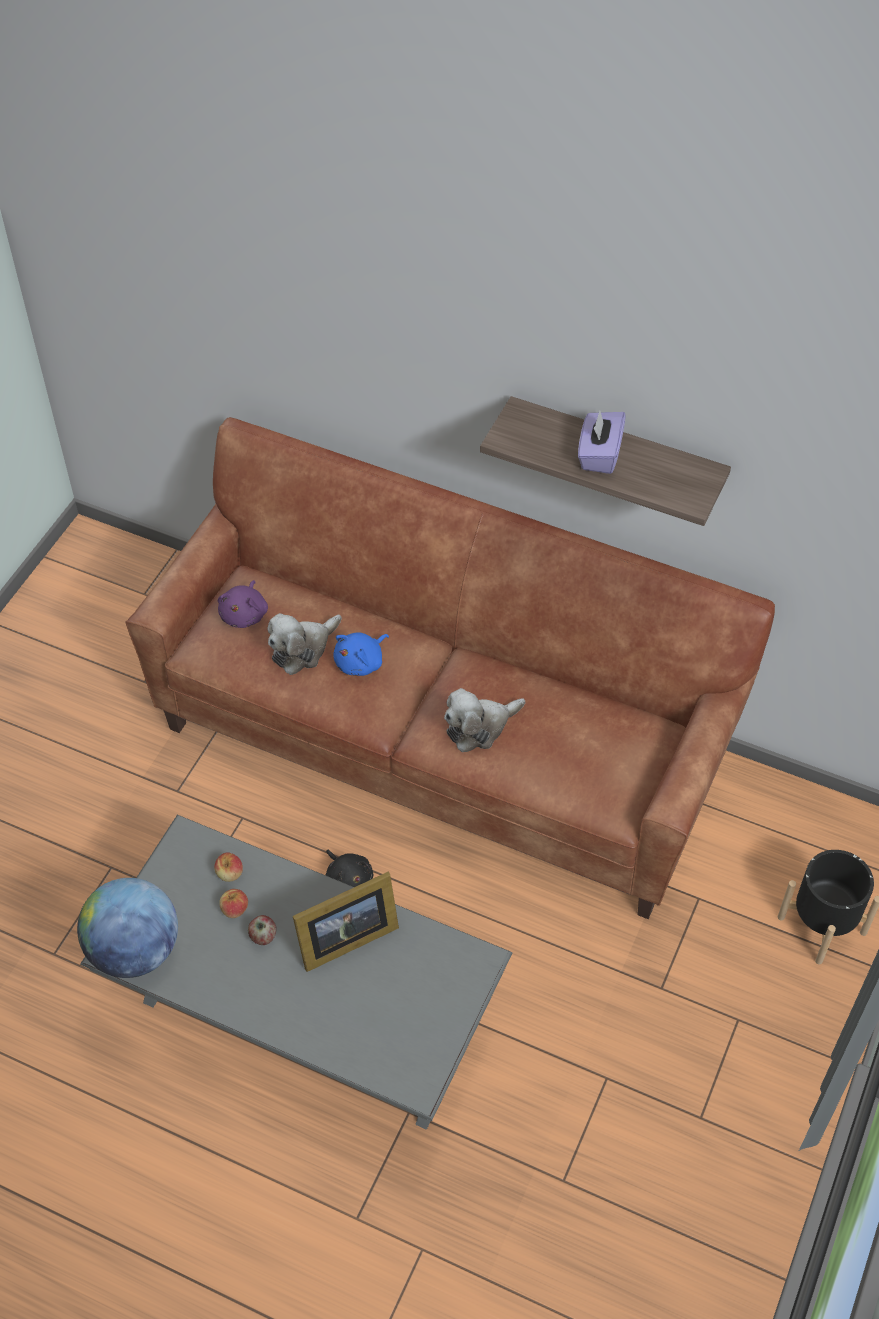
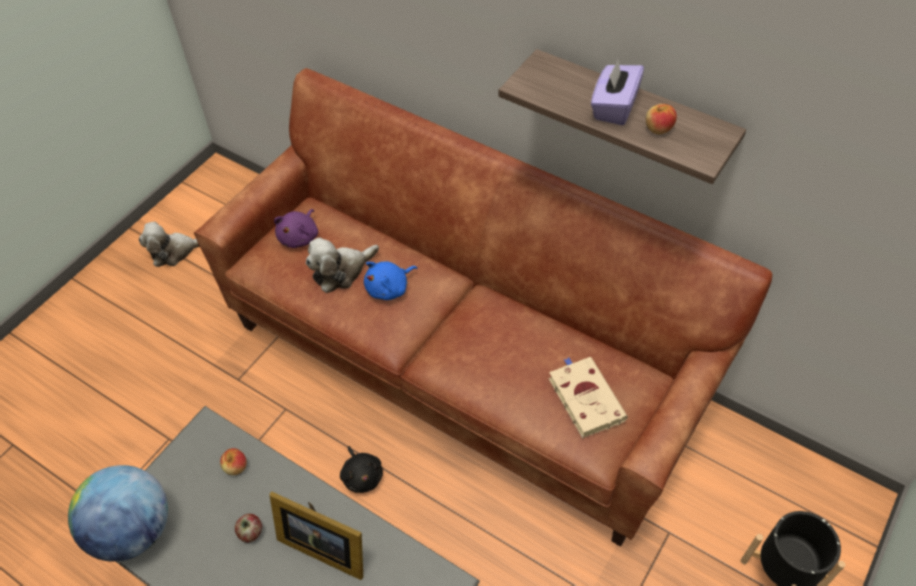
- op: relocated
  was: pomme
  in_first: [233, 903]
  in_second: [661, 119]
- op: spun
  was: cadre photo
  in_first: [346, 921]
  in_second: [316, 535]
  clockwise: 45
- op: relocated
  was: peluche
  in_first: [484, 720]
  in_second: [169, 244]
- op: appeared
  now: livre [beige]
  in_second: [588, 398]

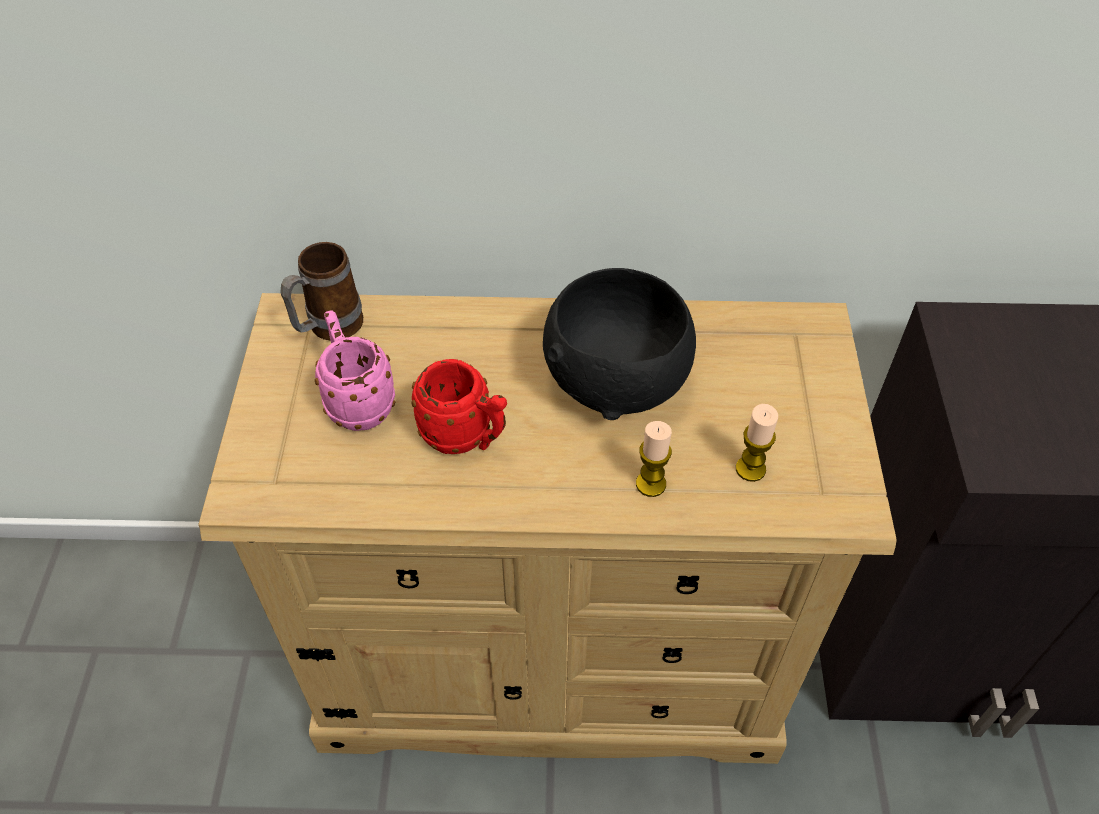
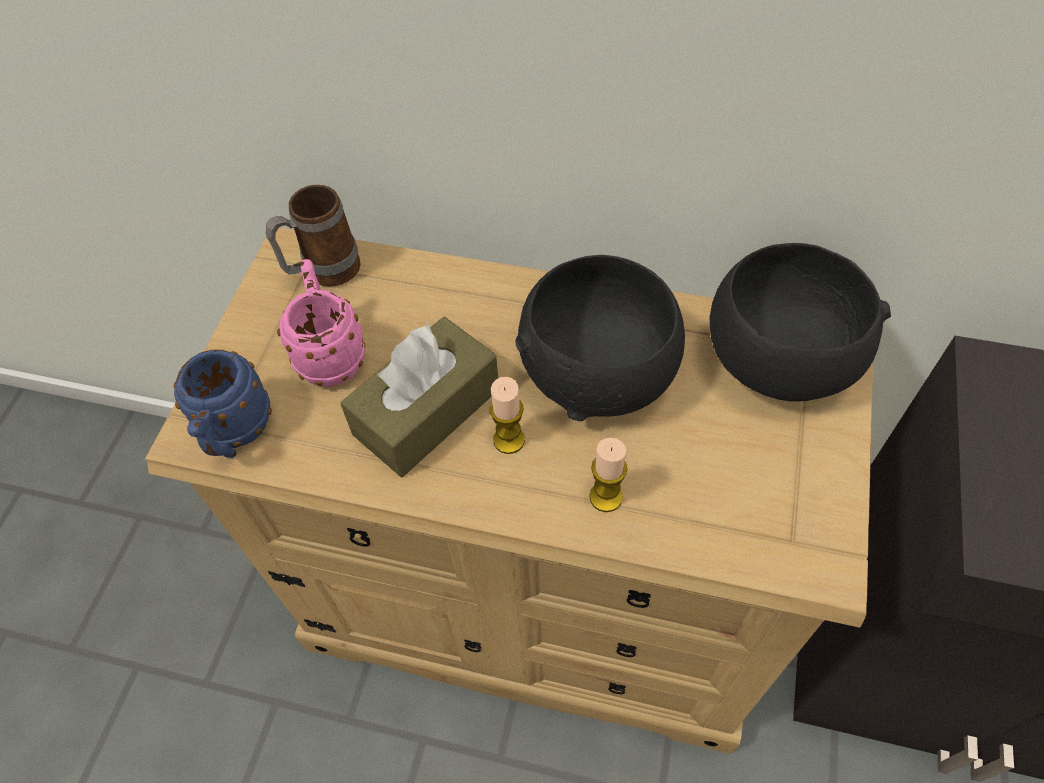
- op: exchanged
  was: mug [rouge]
  now: boîte à mouchoirs [marron]
  in_first: [459, 406]
  in_second: [419, 397]
- op: relocated
  was: bougie
  in_first: [757, 443]
  in_second: [507, 415]
- op: appeared
  now: mug [bleu]
  in_second: [223, 404]
- op: appeared
  now: bol [noir]
  in_second: [800, 322]

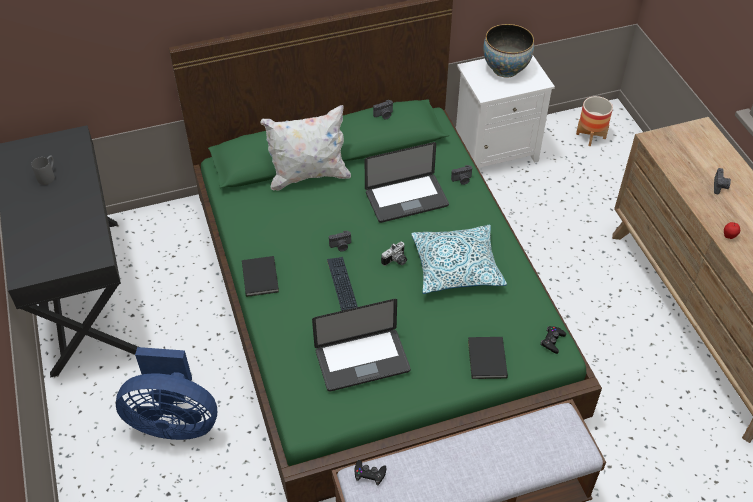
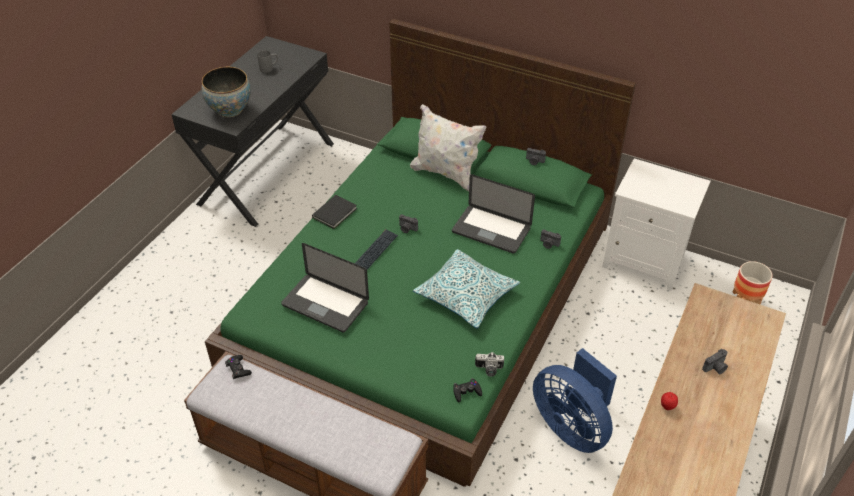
- op: relocated
  was: ventilateur [bleu]
  in_first: [166, 393]
  in_second: [575, 400]
- op: relocated
  was: appareil photo
  in_first: [394, 254]
  in_second: [489, 364]
- op: missing
  was: livre [noir]
  in_first: [488, 358]
- op: relocated
  was: bol
  in_first: [508, 51]
  in_second: [226, 92]

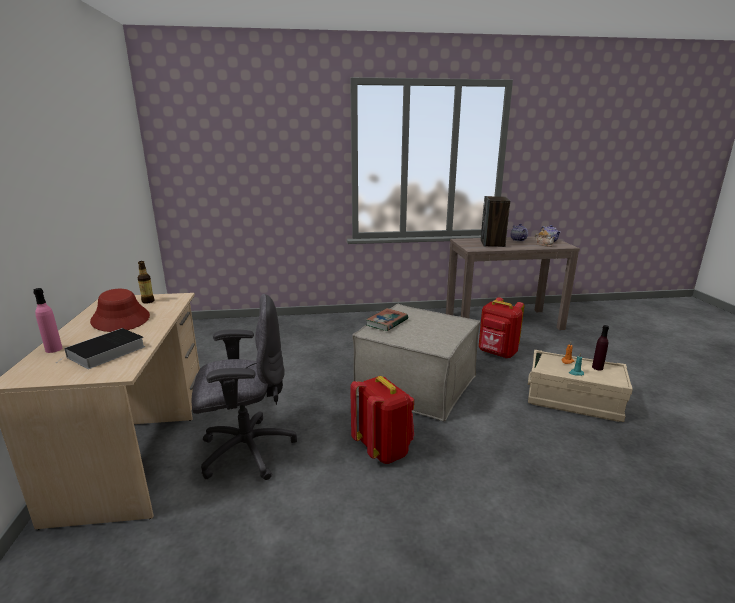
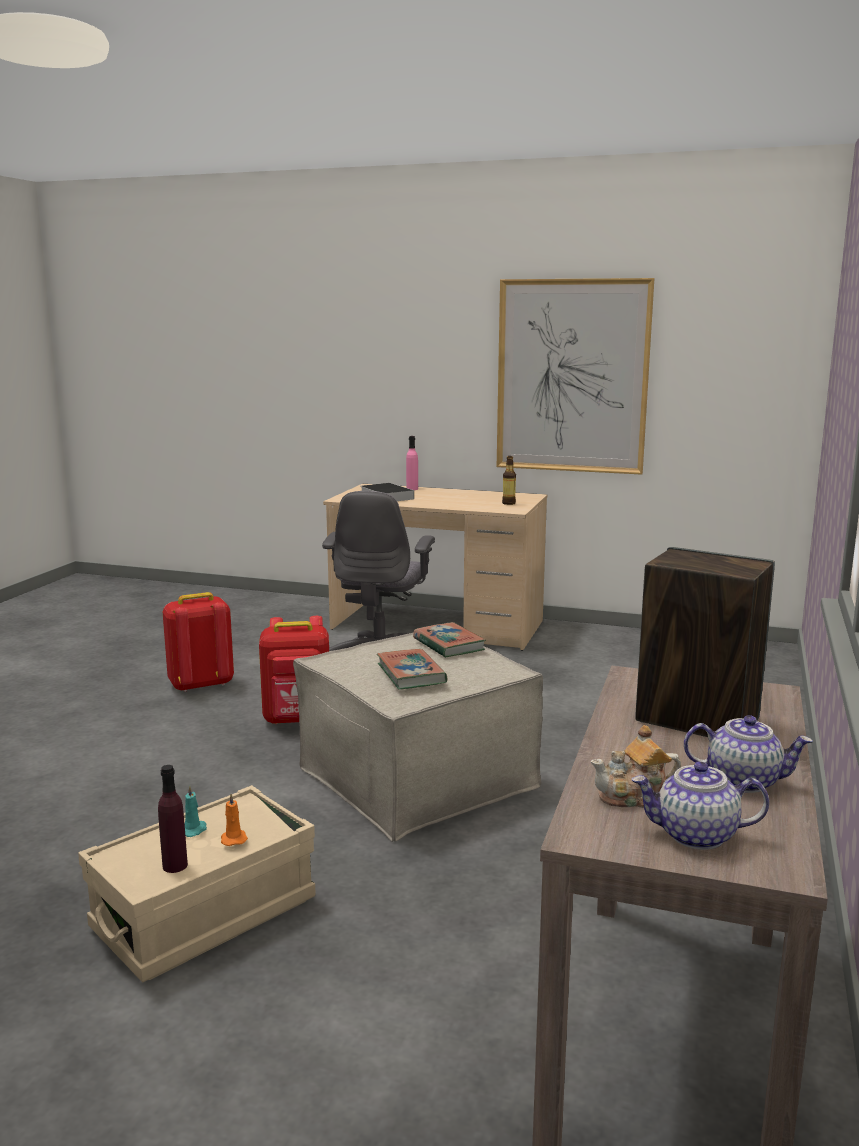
- op: missing
  was: chapeau [rouge]
  in_first: [120, 310]
- op: relocated
  was: sac à dos [rouge]
  in_first: [501, 327]
  in_second: [198, 642]
- op: appeared
  now: livre
  in_second: [412, 669]
- op: appeared
  now: tableau
  in_second: [575, 376]

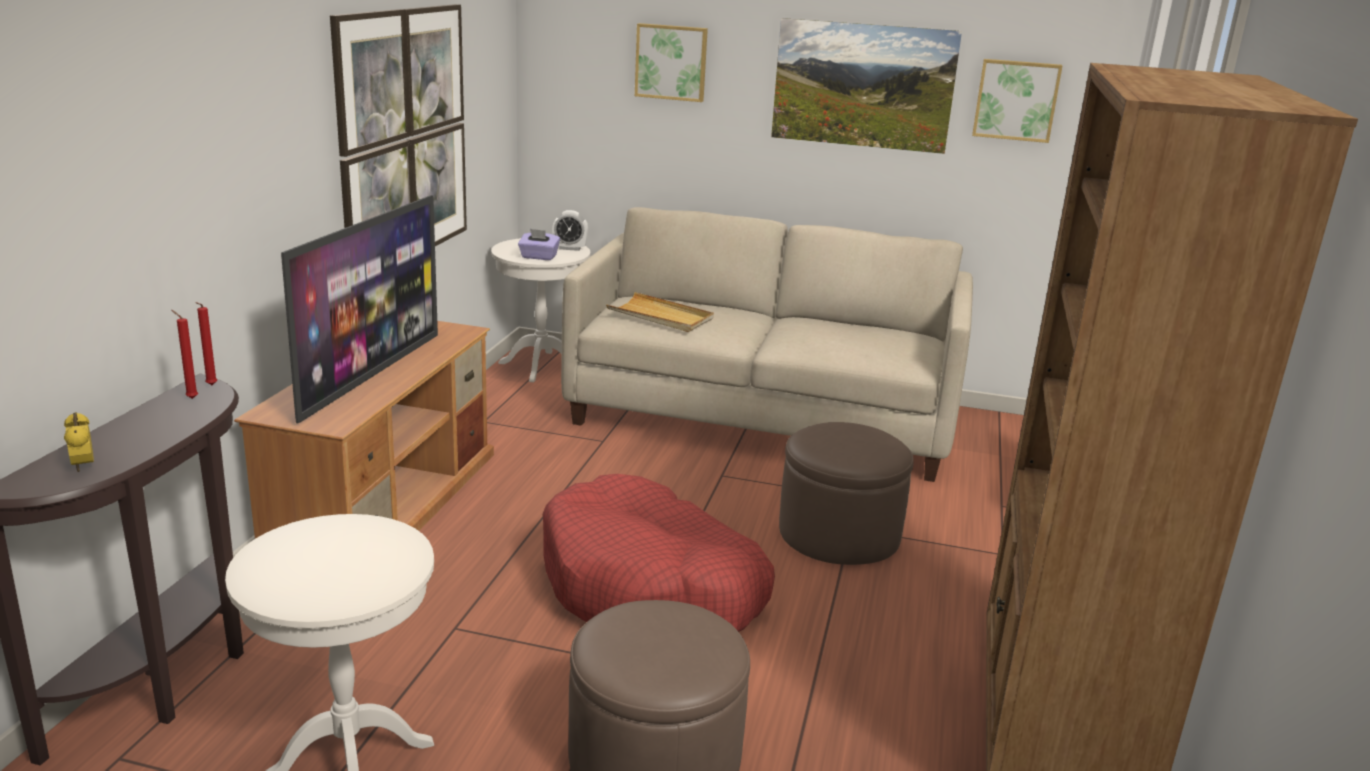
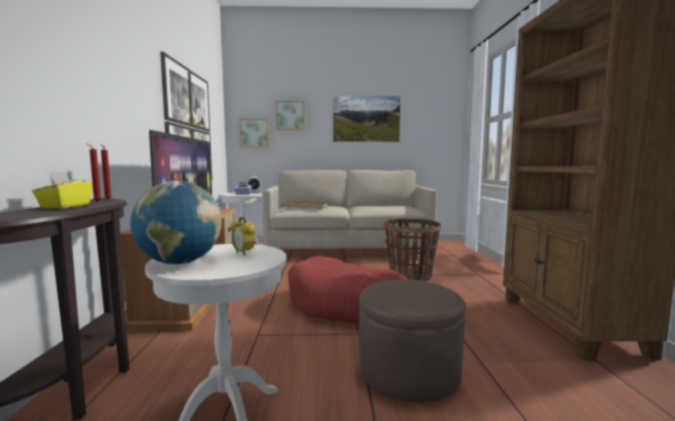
- op: relocated
  was: réveil
  in_first: [79, 442]
  in_second: [242, 236]
- op: exchanged
  was: pouf [marron]
  now: panier
  in_first: [846, 493]
  in_second: [412, 250]
- op: relocated
  was: tableau
  in_first: [1017, 101]
  in_second: [254, 133]
- op: appeared
  now: boîte à mouchoirs [jaune]
  in_second: [62, 190]
- op: appeared
  now: globe
  in_second: [176, 223]

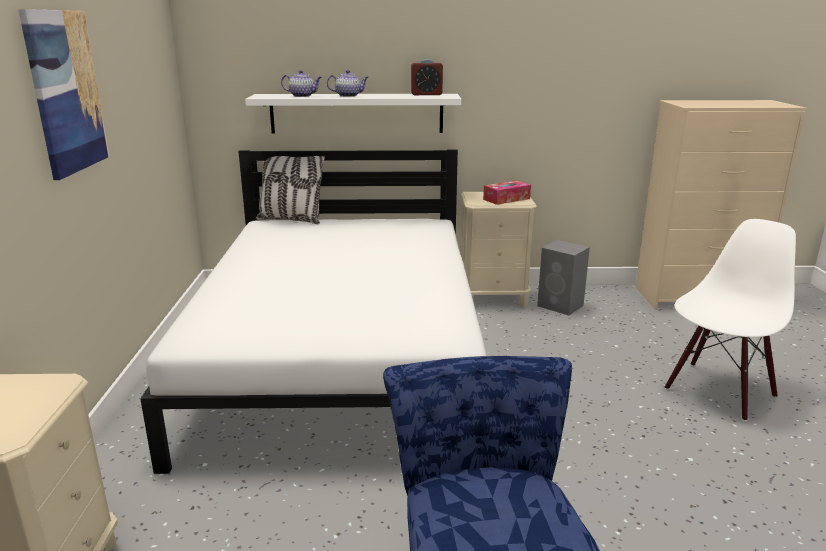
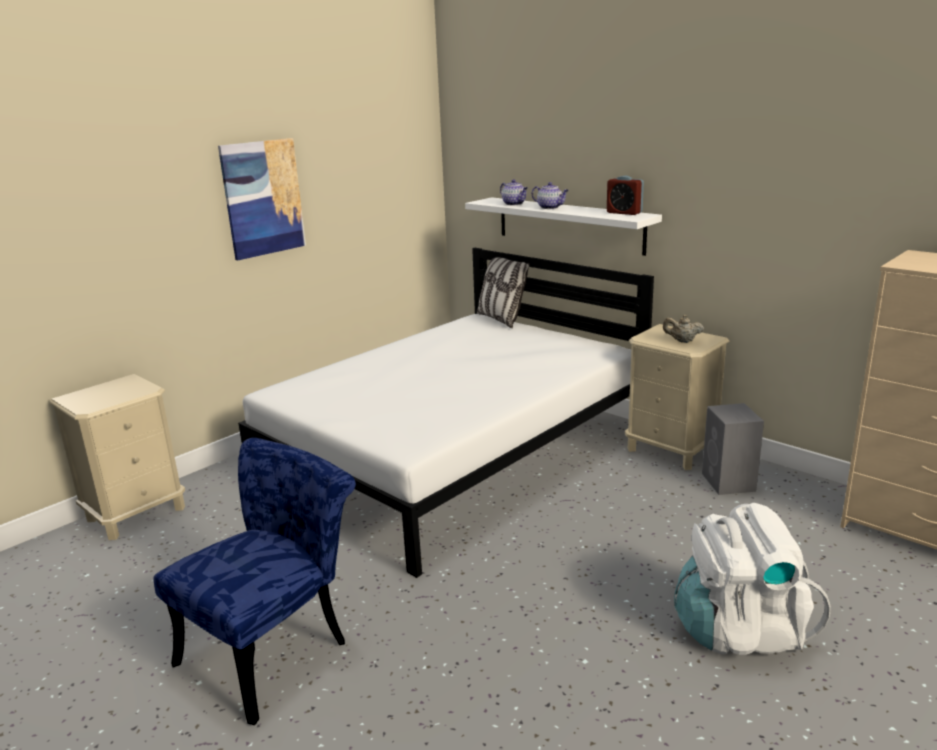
- op: exchanged
  was: boîte à mouchoirs
  now: théière [beige]
  in_first: [507, 193]
  in_second: [683, 329]
- op: exchanged
  was: chaise [blanc]
  now: sac à dos [blanc]
  in_first: [730, 320]
  in_second: [752, 579]

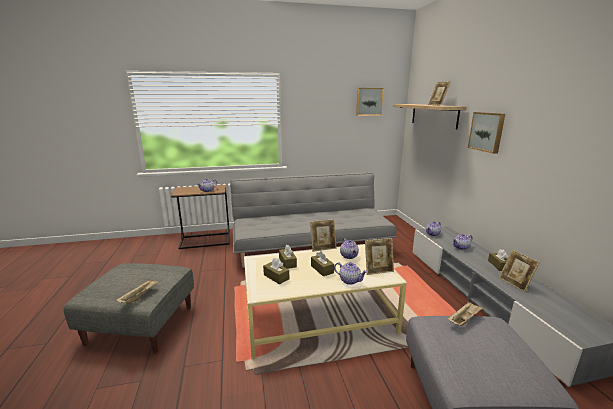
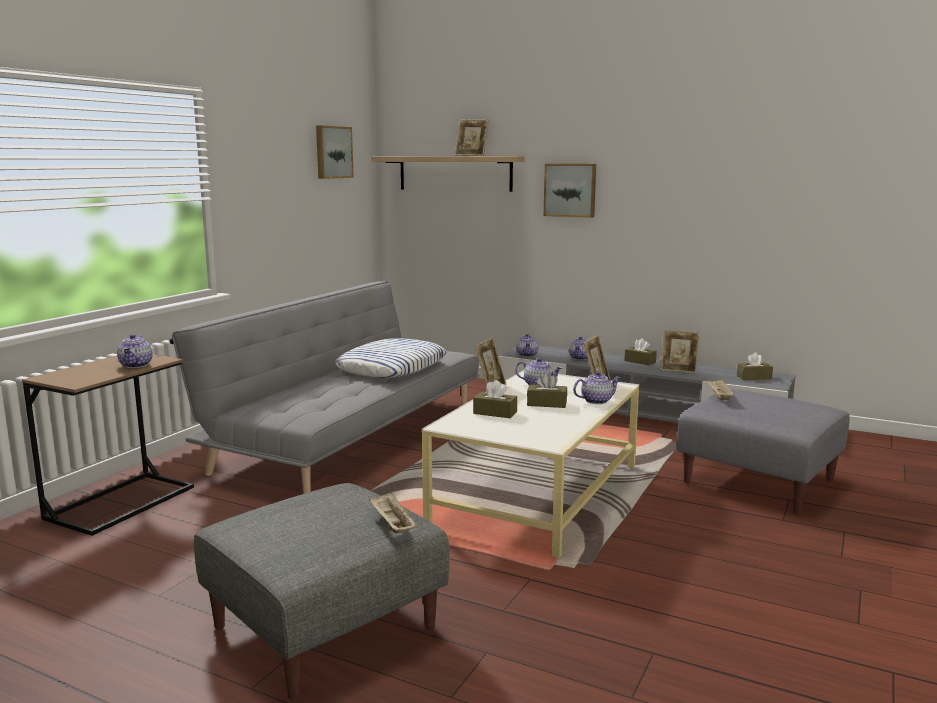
- op: relocated
  was: boîte à mouchoirs [marron]
  in_first: [276, 271]
  in_second: [755, 366]
- op: appeared
  now: coussin
  in_second: [390, 358]

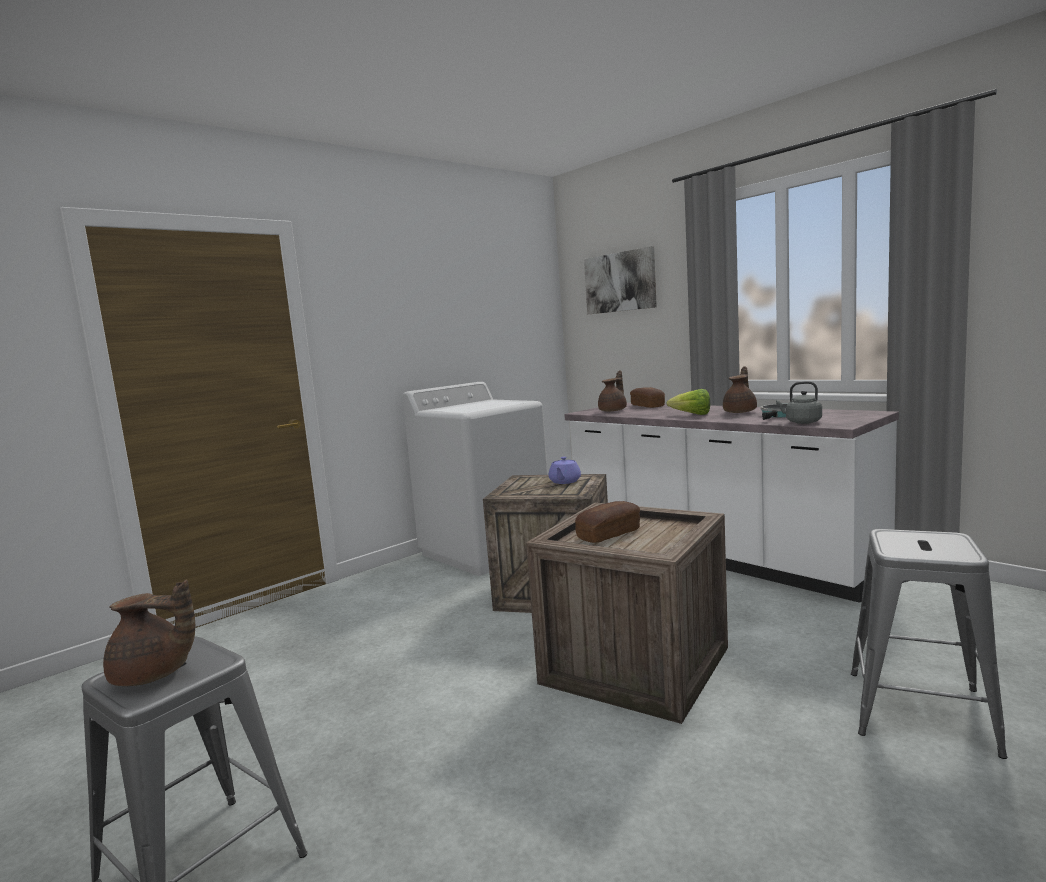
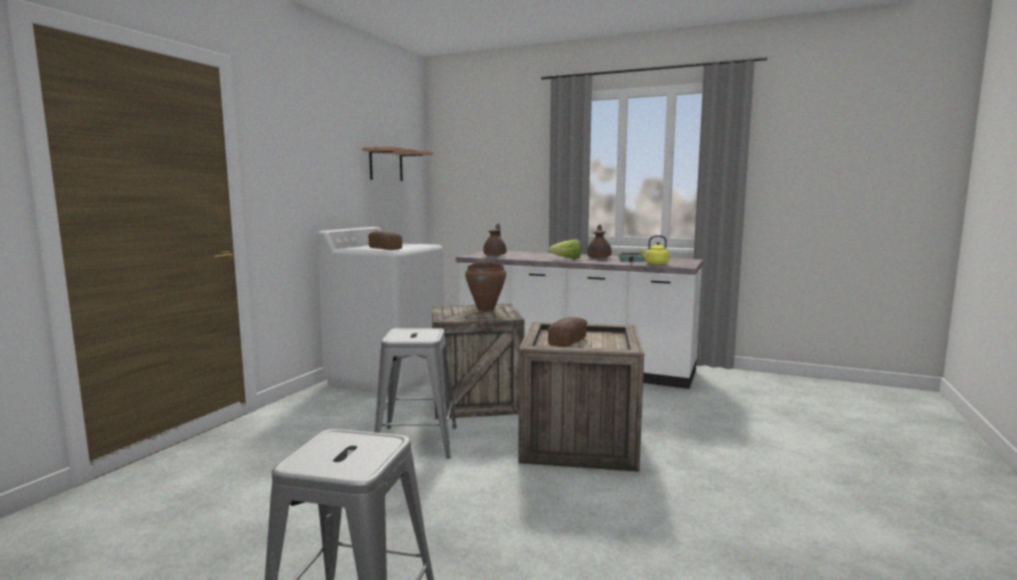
- op: missing
  was: théière [marron]
  in_first: [149, 633]
- op: exchanged
  was: théière [violet]
  now: marmite [marron]
  in_first: [565, 470]
  in_second: [485, 286]
- op: missing
  was: tableau
  in_first: [620, 280]
- op: relocated
  was: pain
  in_first: [647, 397]
  in_second: [385, 240]
- op: colour
  was: bouilloire [gris]
  now: bouilloire [jaune]
  in_first: [799, 402]
  in_second: [654, 250]
- op: relocated
  was: tabouret [gris]
  in_first: [929, 644]
  in_second: [415, 393]
- op: appeared
  now: étagère
  in_second: [397, 163]

